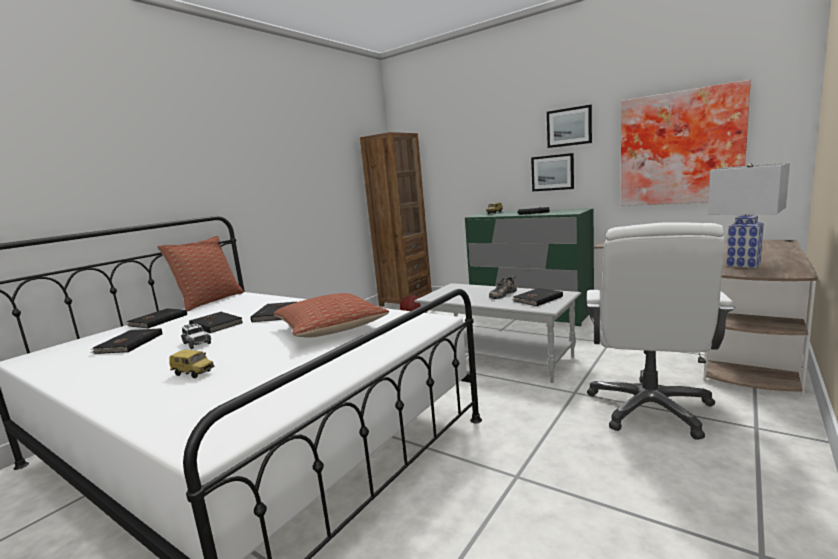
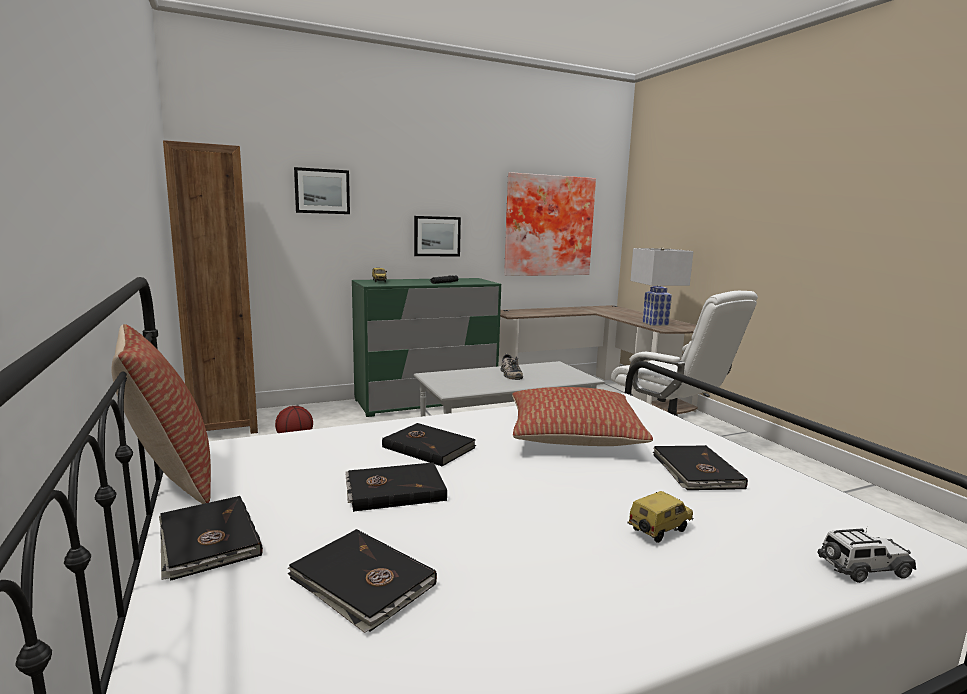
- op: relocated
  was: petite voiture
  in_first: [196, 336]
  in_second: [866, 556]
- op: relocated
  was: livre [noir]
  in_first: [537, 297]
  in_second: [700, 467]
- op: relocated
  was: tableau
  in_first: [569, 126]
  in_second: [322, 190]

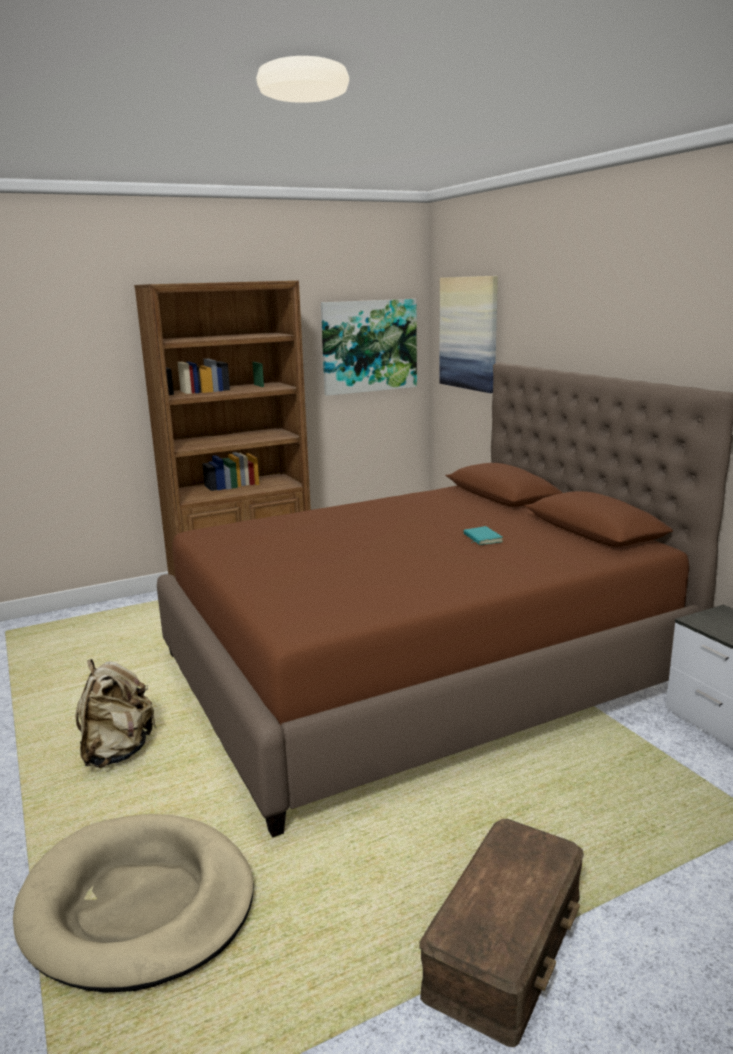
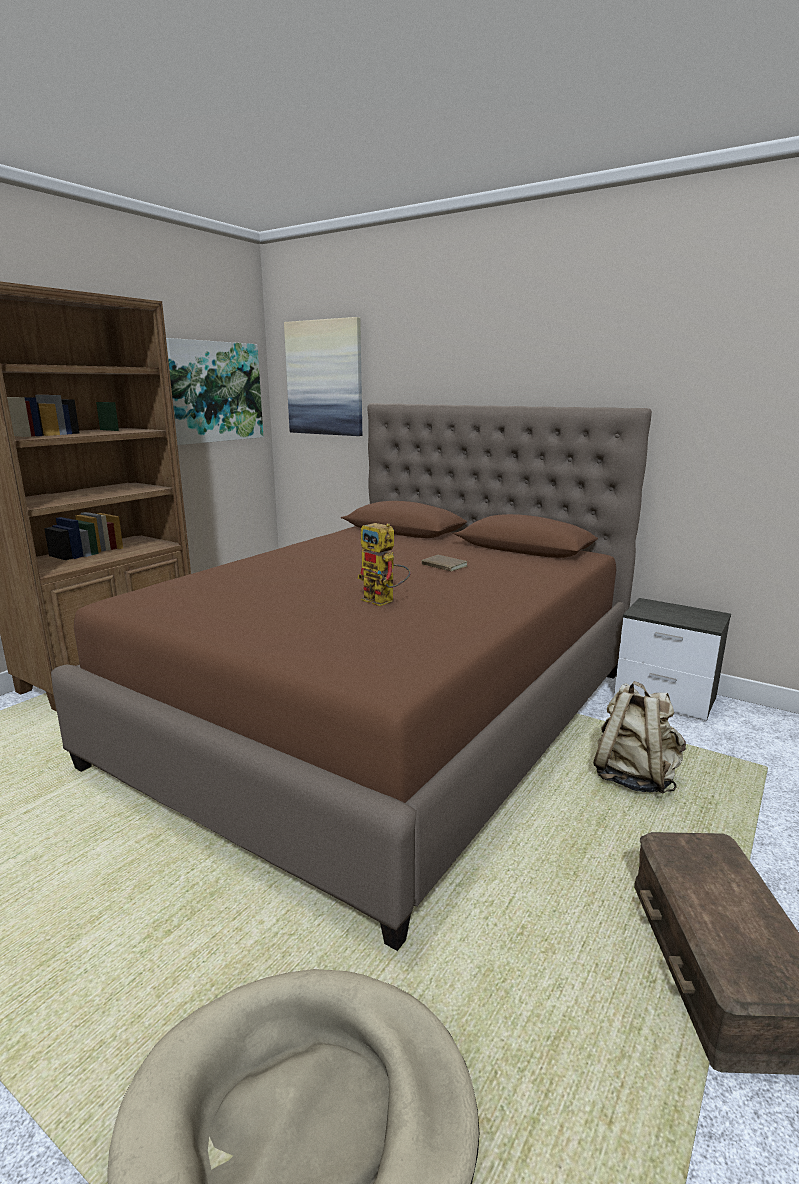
- op: relocated
  was: sac à dos [beige]
  in_first: [116, 713]
  in_second: [639, 737]
- op: colour
  was: livre [turquoise]
  now: livre [marron]
  in_first: [483, 535]
  in_second: [444, 563]
- op: appeared
  now: robot jouet
  in_second: [384, 564]

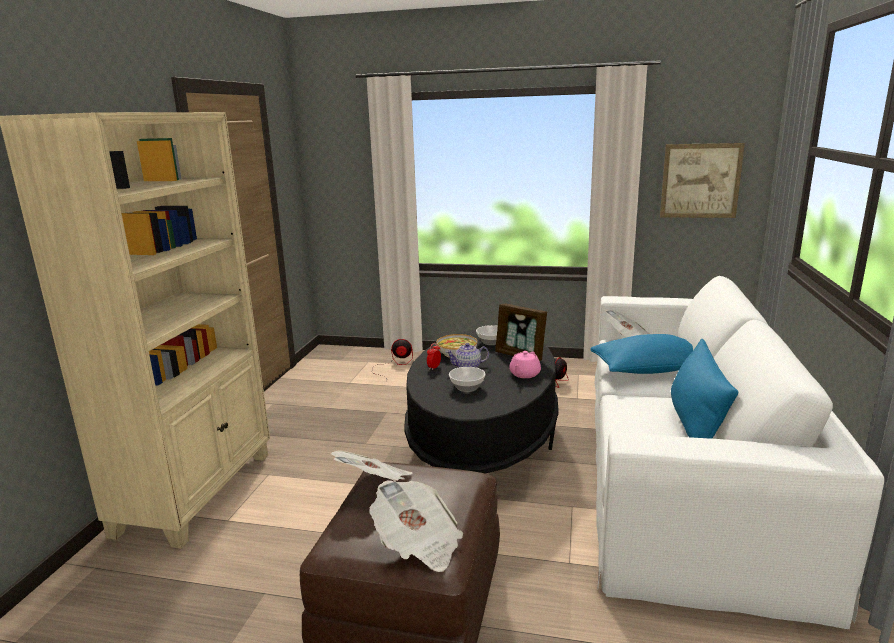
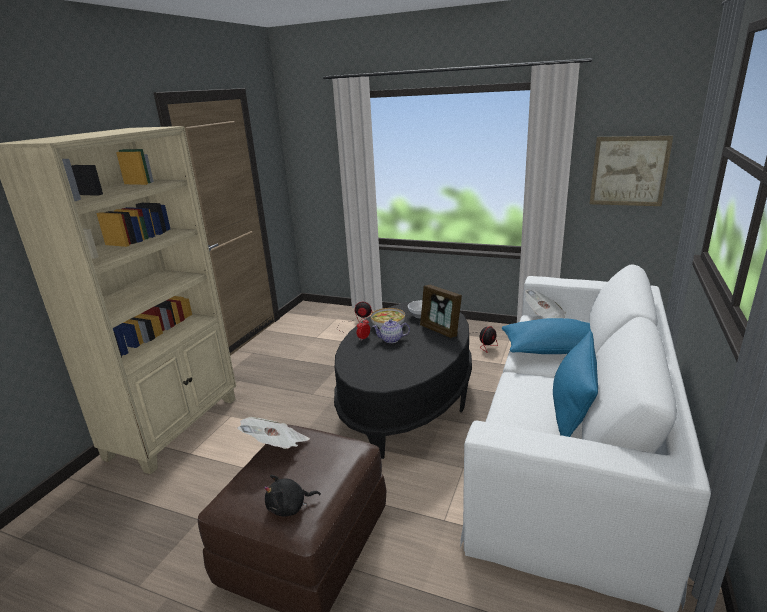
- op: exchanged
  was: journal
  now: peluche [noir]
  in_first: [416, 526]
  in_second: [292, 495]
- op: missing
  was: bol
  in_first: [467, 379]
- op: missing
  was: théière [rose]
  in_first: [525, 364]

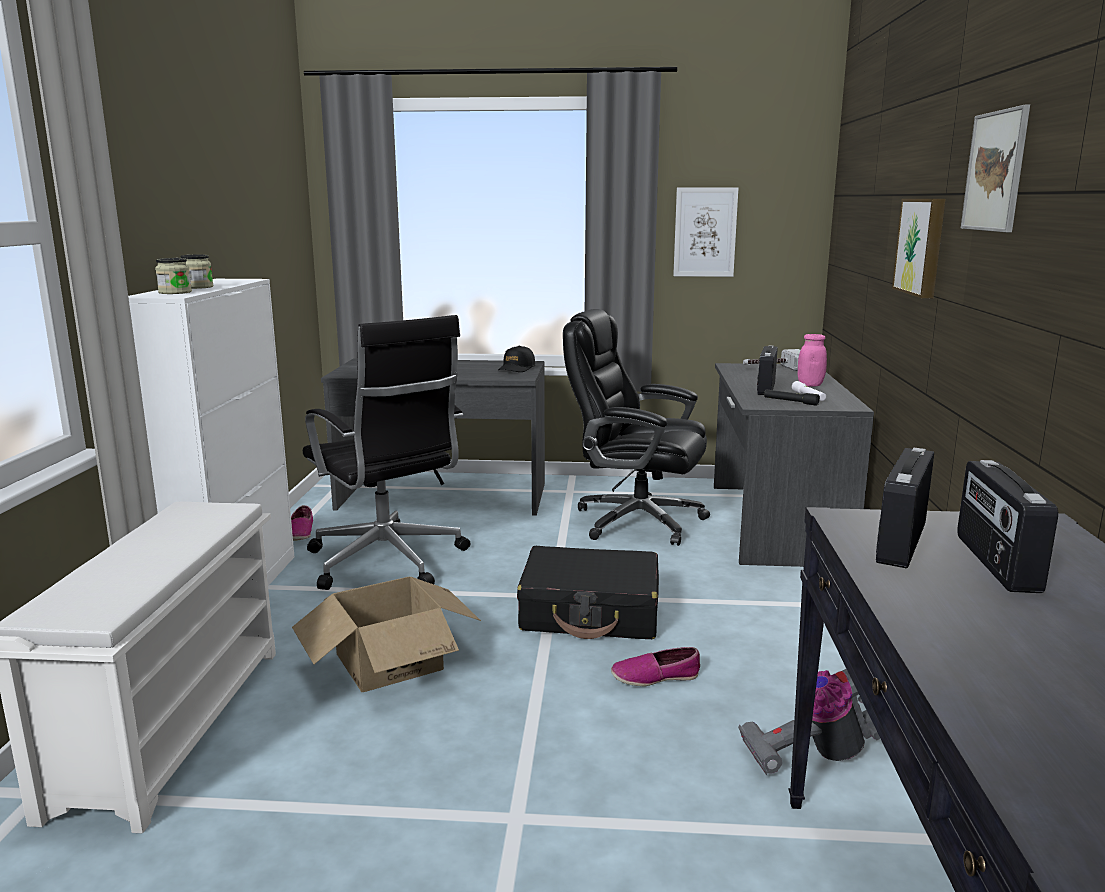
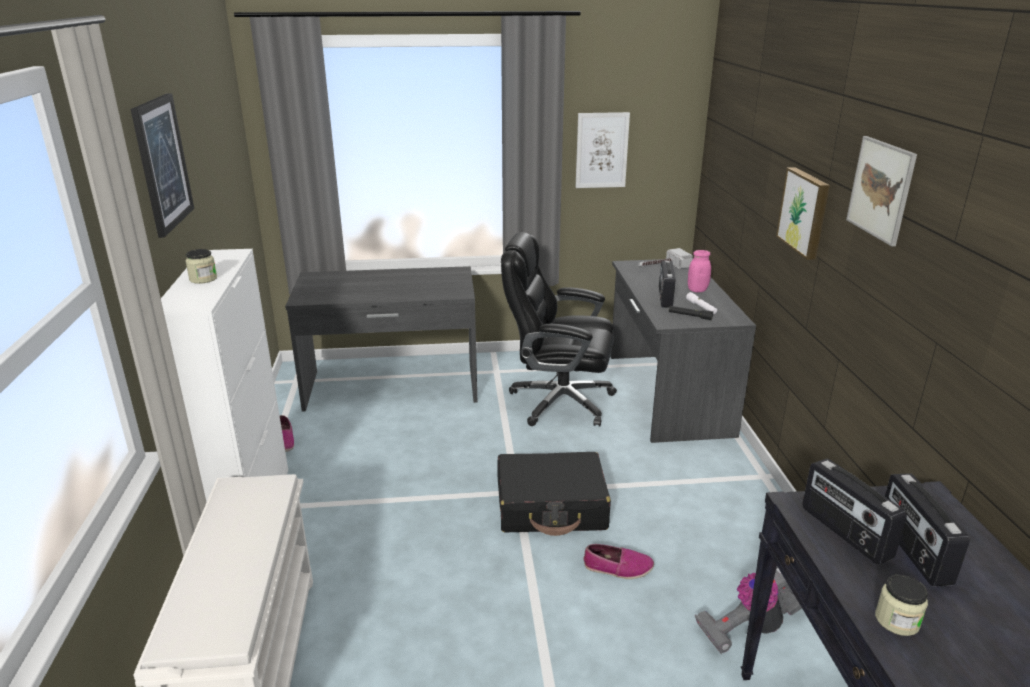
- op: relocated
  was: bocal
  in_first: [173, 276]
  in_second: [901, 605]
- op: missing
  was: carton
  in_first: [386, 634]
- op: missing
  was: chaise de bureau [noir]
  in_first: [386, 452]
- op: missing
  was: casquette [noir]
  in_first: [516, 359]
- op: spun
  was: chaussure
  in_first: [655, 667]
  in_second: [618, 561]
  clockwise: -150
- op: spun
  was: radio
  in_first: [905, 508]
  in_second: [854, 512]
  clockwise: -45
- op: appeared
  now: tableau
  in_second: [162, 165]

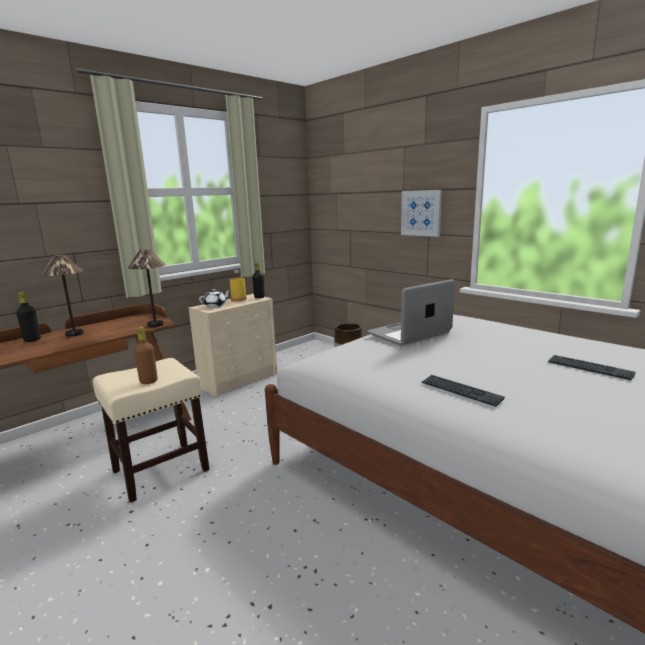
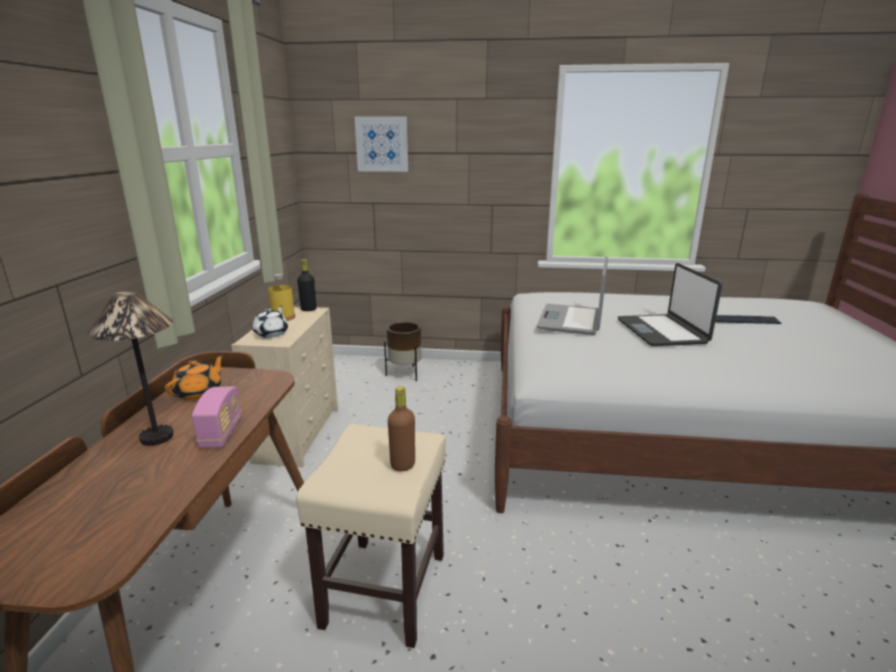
- op: missing
  was: bouteille [noir]
  in_first: [28, 317]
- op: missing
  was: lampe de table
  in_first: [147, 288]
- op: relocated
  was: tableau
  in_first: [421, 213]
  in_second: [381, 144]
- op: missing
  was: clavier
  in_first: [463, 391]
- op: appeared
  now: théière [orange]
  in_second: [194, 377]
- op: appeared
  now: radio
  in_second: [217, 417]
- op: appeared
  now: ordinateur portable
  in_second: [670, 304]

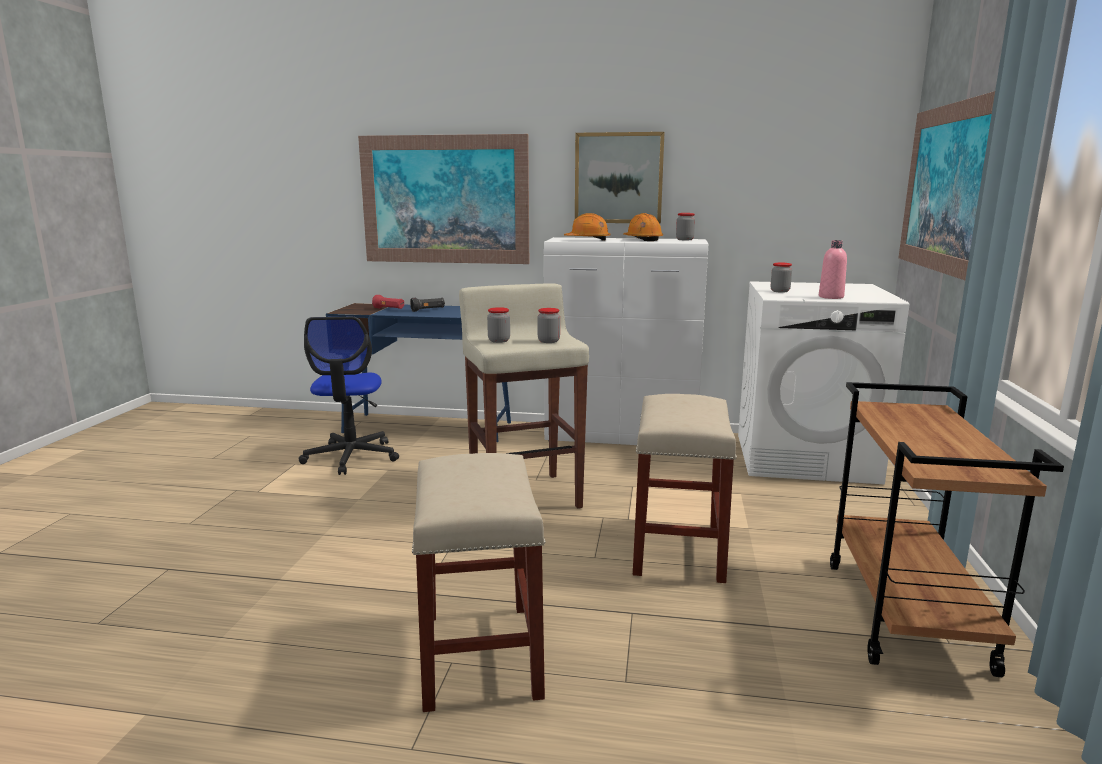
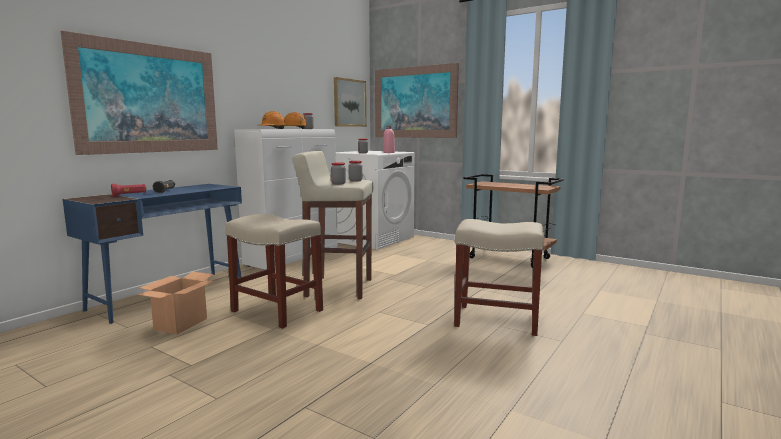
- op: exchanged
  was: chaise de bureau
  now: carton
  in_first: [349, 396]
  in_second: [176, 303]
- op: relocated
  was: tableau
  in_first: [620, 178]
  in_second: [350, 102]
- op: relocated
  was: tabouret [beige]
  in_first: [685, 488]
  in_second: [274, 271]

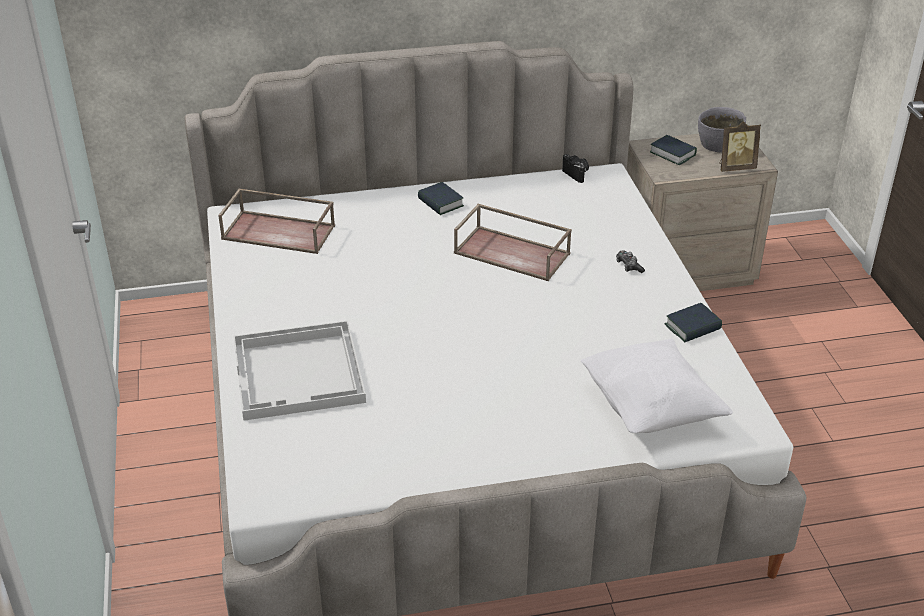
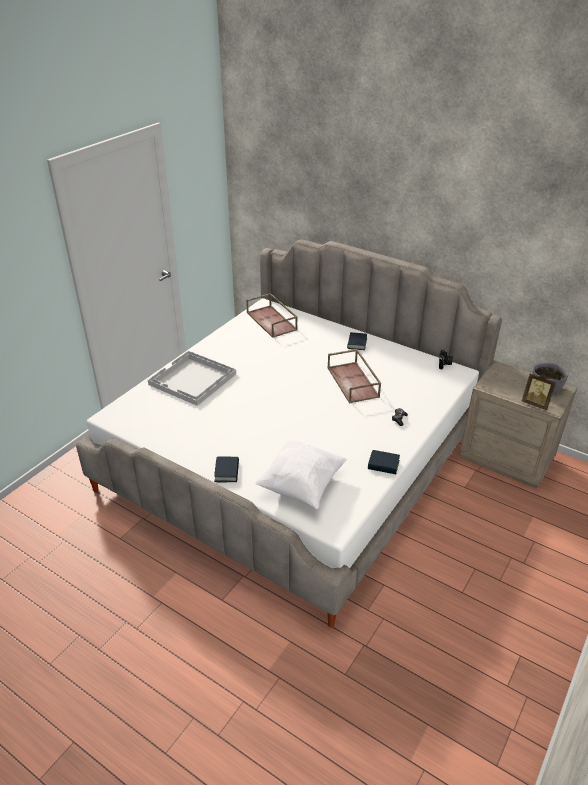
- op: relocated
  was: livre
  in_first: [673, 150]
  in_second: [226, 470]

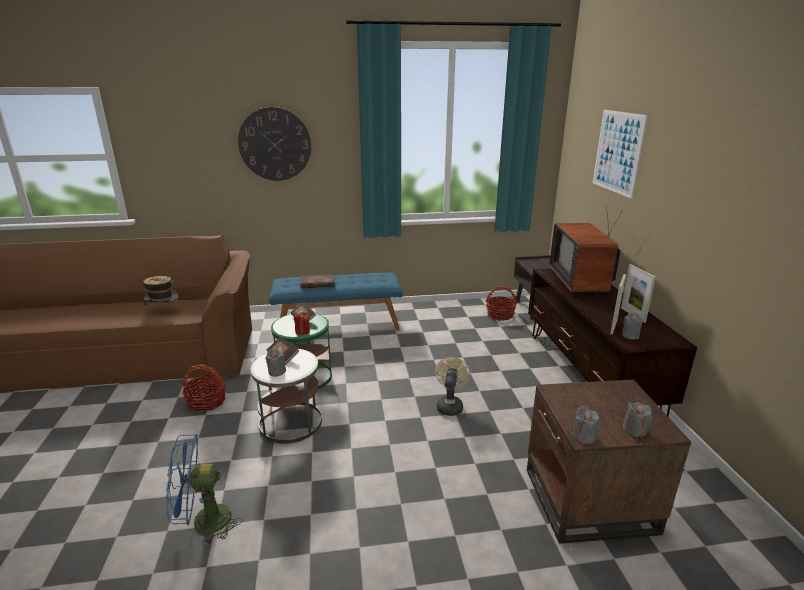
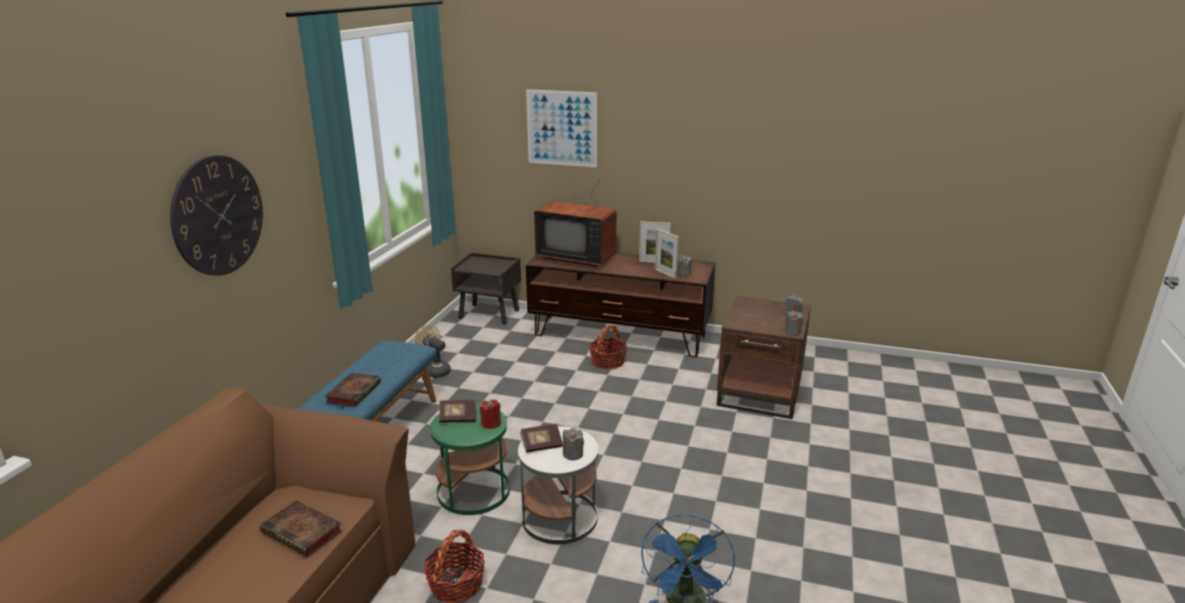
- op: exchanged
  was: chapeau
  now: livre
  in_first: [160, 294]
  in_second: [301, 528]
- op: relocated
  was: ventilateur [beige]
  in_first: [452, 386]
  in_second: [432, 351]
- op: relocated
  was: panier
  in_first: [501, 303]
  in_second: [608, 347]

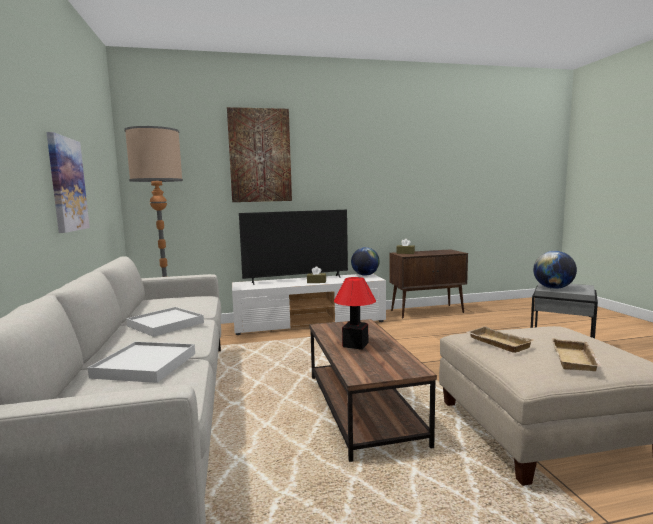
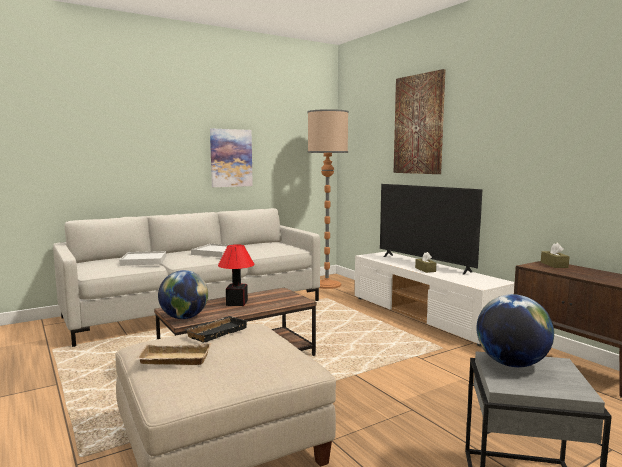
- op: relocated
  was: globe
  in_first: [365, 261]
  in_second: [183, 294]
- op: colour
  was: plateau [beige]
  now: plateau [noir]
  in_first: [501, 339]
  in_second: [216, 329]

